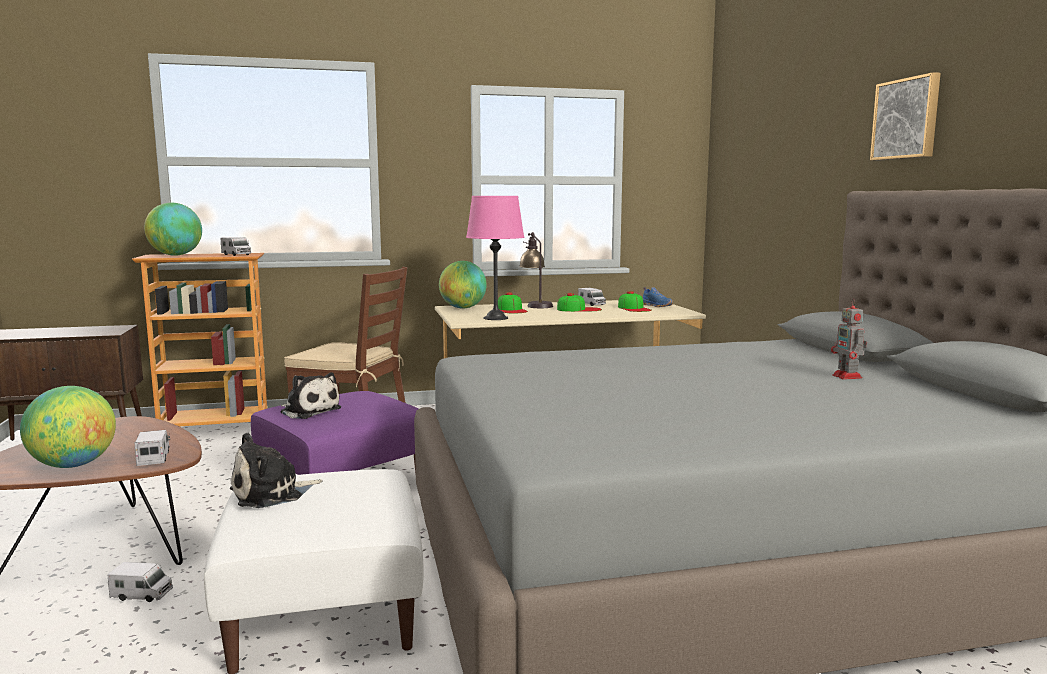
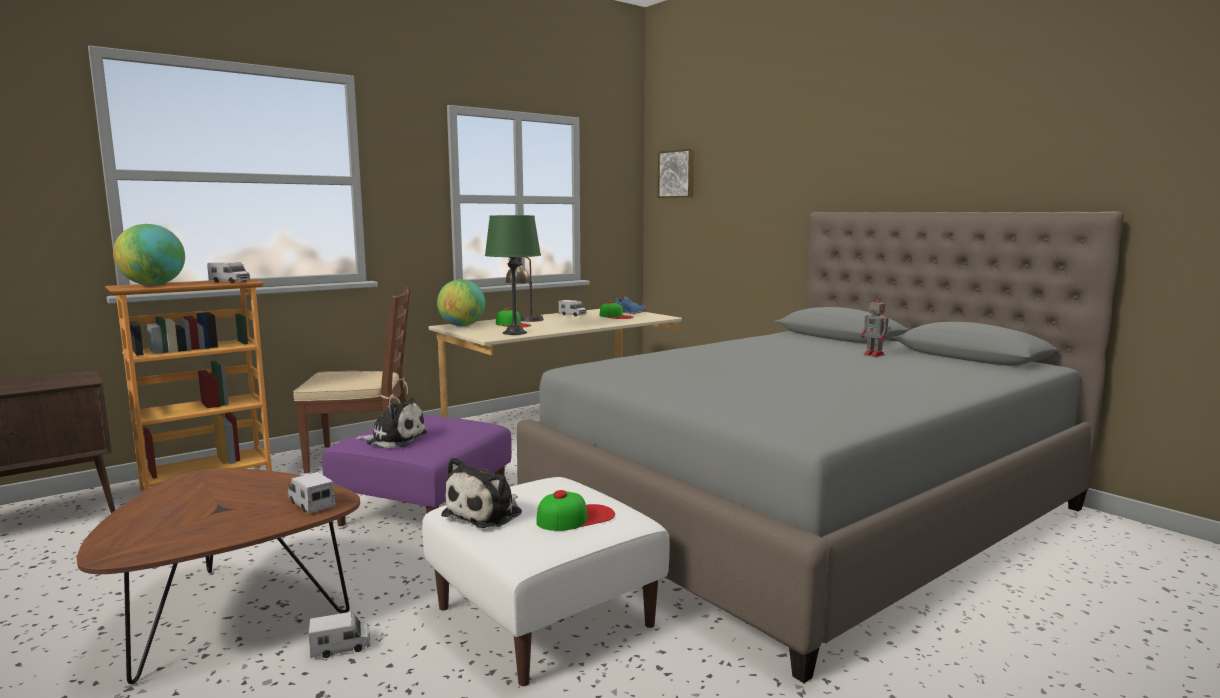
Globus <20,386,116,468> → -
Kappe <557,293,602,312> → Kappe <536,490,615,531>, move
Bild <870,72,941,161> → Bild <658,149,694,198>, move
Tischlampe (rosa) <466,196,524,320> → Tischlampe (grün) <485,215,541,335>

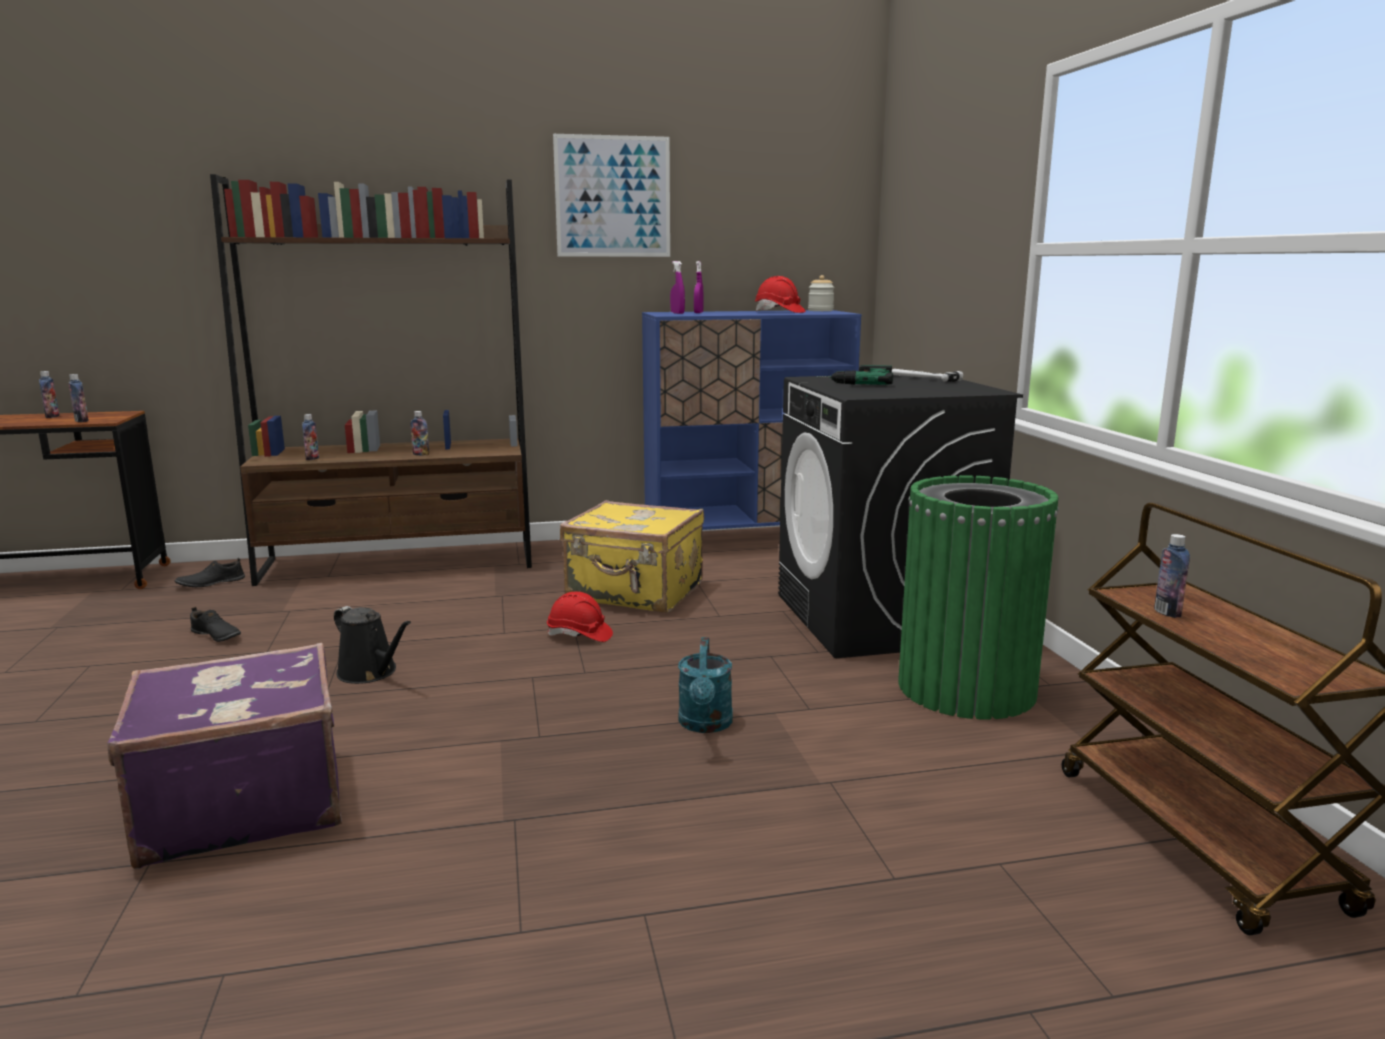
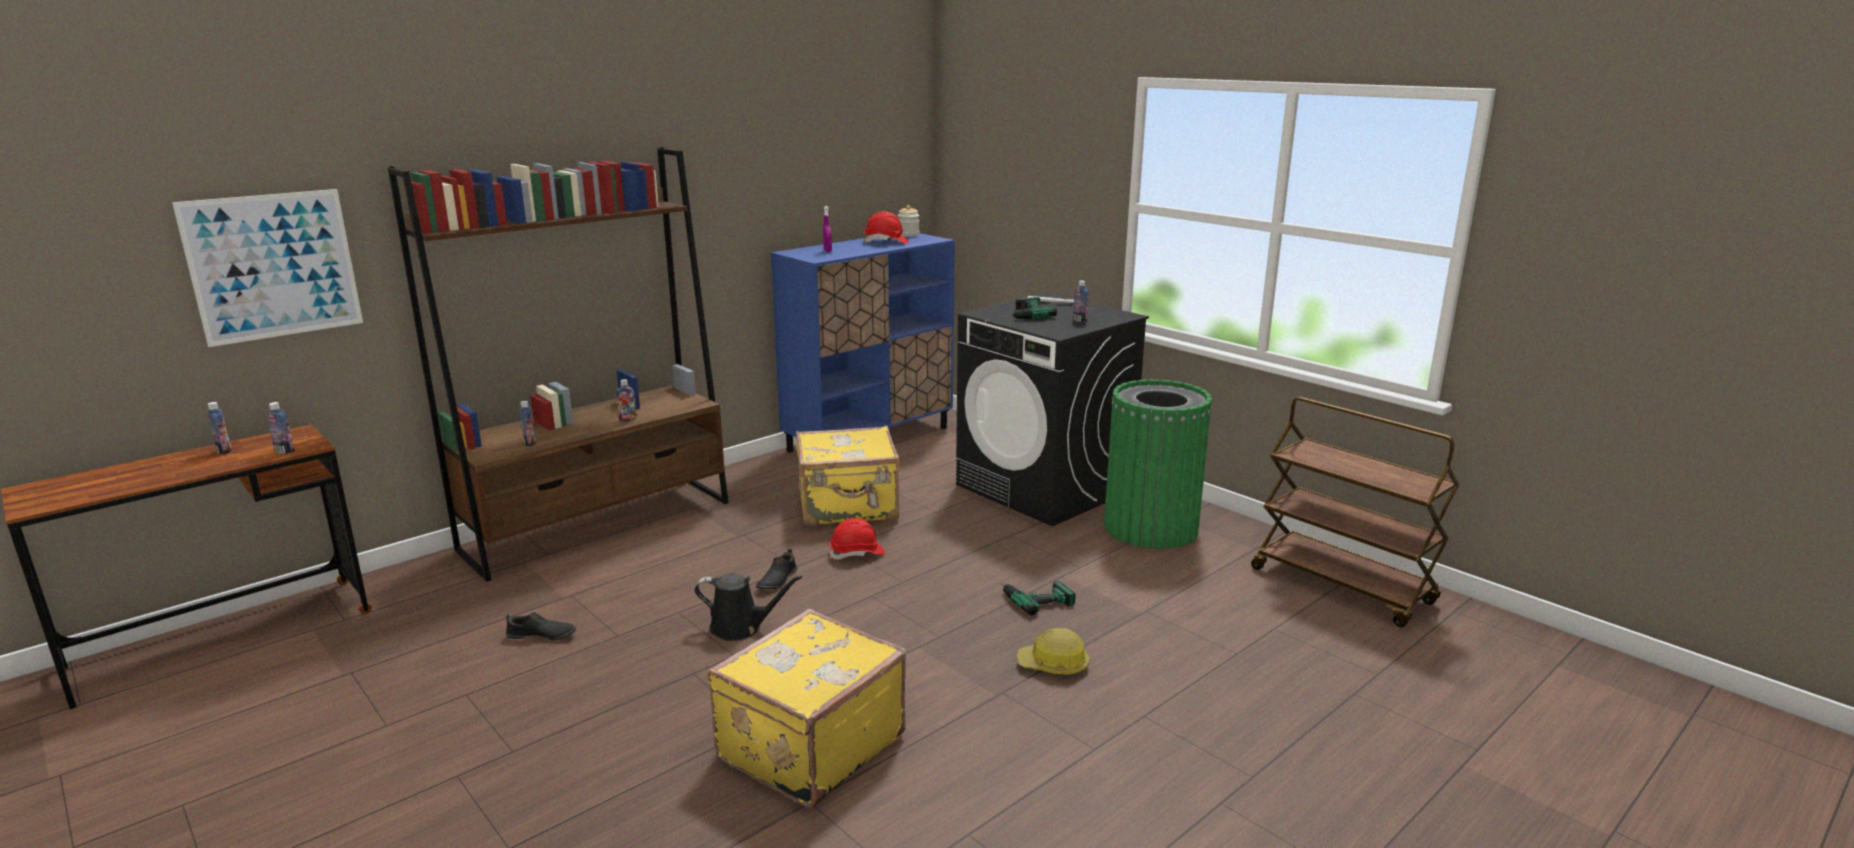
Sprühflasche (lila) <670,261,685,314> → -
- → Schutzhelm <1017,628,1089,675>
Schuh (schwarz) <175,558,245,587> → Schuh (schwarz) <756,549,797,589>, move
Bild <553,134,670,257> → Bild <172,189,363,347>, move
Flasche <1154,534,1190,618> → Flasche <1073,280,1089,322>, move
Gießkanne (türkis) <678,637,733,733> → Bohrmaschine <998,581,1075,615>
Koffer (lila) <108,643,342,869> → Koffer (gelb) <707,609,907,808>

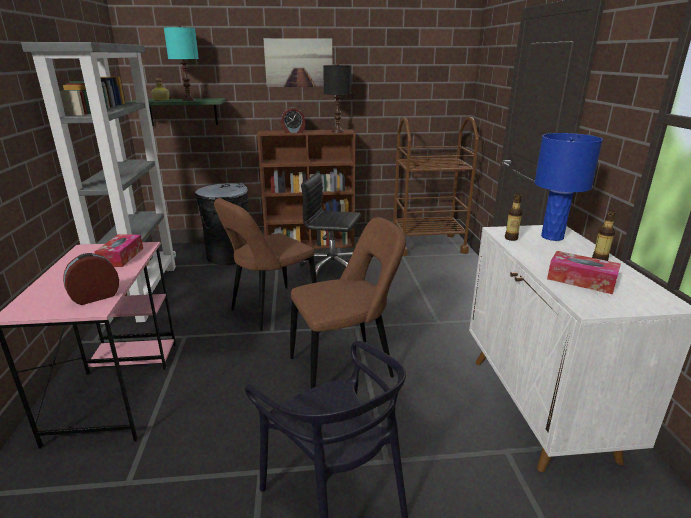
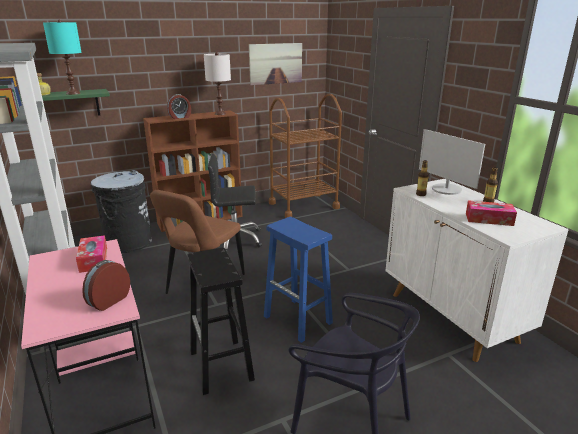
- → Hocker (schwarz) <187,247,255,395>
Bild <263,38,333,87> → Bild <249,43,302,85>, move
Stuhl (braun) <290,217,406,389> → Hocker (blau) <264,217,333,343>
Tischlampe (blau) <534,133,603,241> → Monitor <419,129,485,195>
Tischlampe (schwarz) <323,63,351,133> → Tischlampe (weiß) <204,52,231,115>

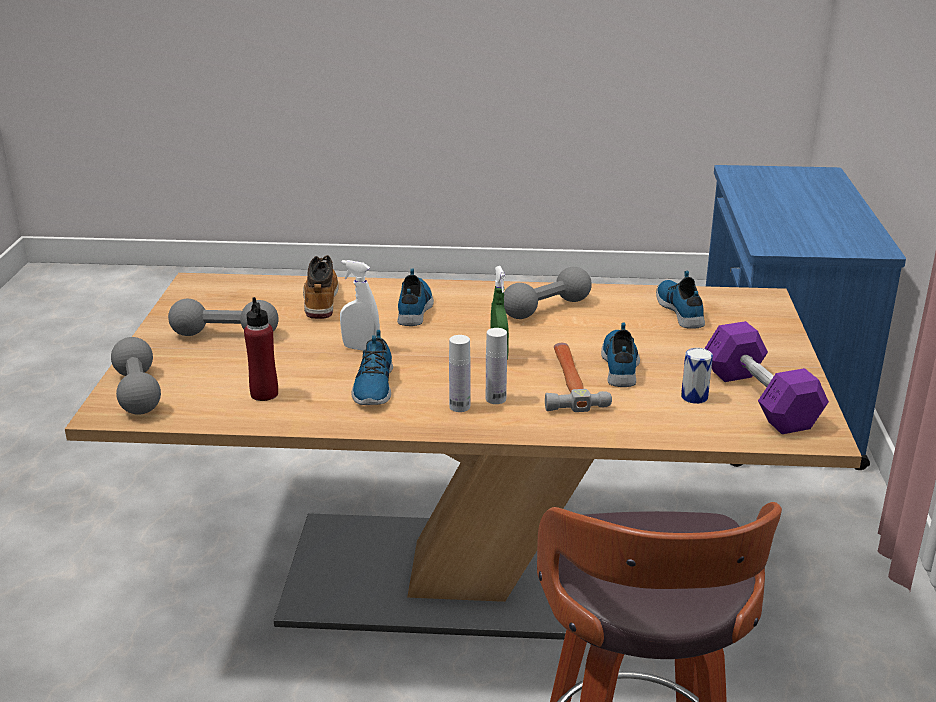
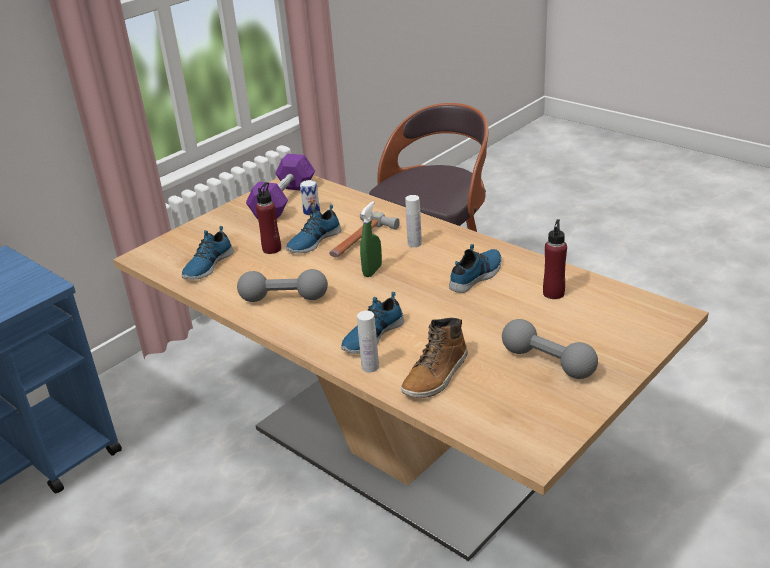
Hantel (grau) <111,337,161,415> → -
Sprühflasche (weiß) <340,260,380,351> → -
- → Flasche (rot) <256,182,281,254>
Flasche (weiß) <449,335,471,412> → Flasche (weiß) <357,311,379,373>, move

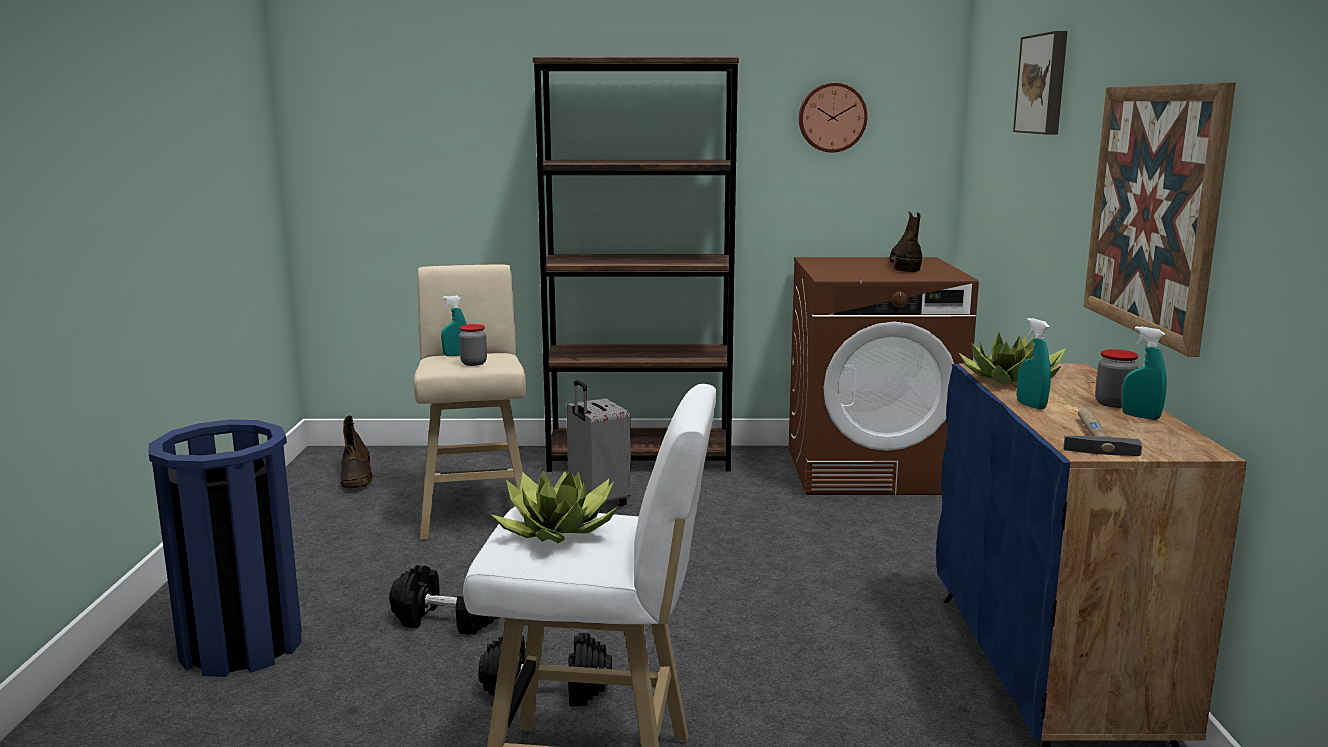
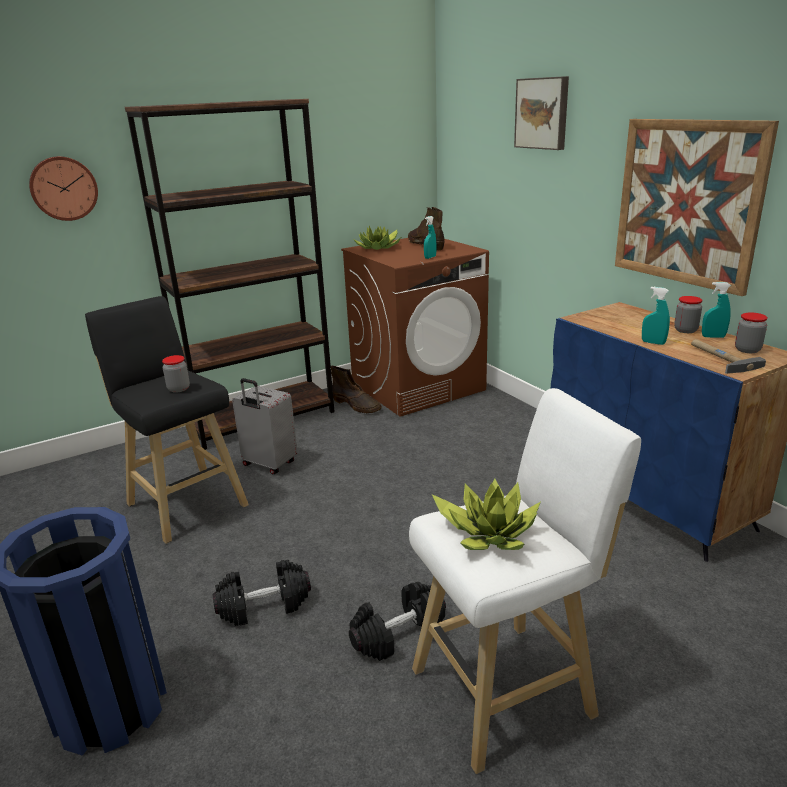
- → Vorratsglas <735,313,768,353>
Stiefel (braun) <341,415,373,488> → Stiefel (braun) <331,366,382,413>, move
Sprühflasche (türkis) <441,296,467,356> → Sprühflasche (türkis) <424,216,436,259>, move
Wanduhr <799,83,868,153> → Wanduhr <29,156,98,221>, move
Topfpflanze <958,332,1066,384> → Topfpflanze <353,225,401,250>, move
Hocker (beige) <414,264,526,540> → Hocker (schwarz) <85,296,249,544>

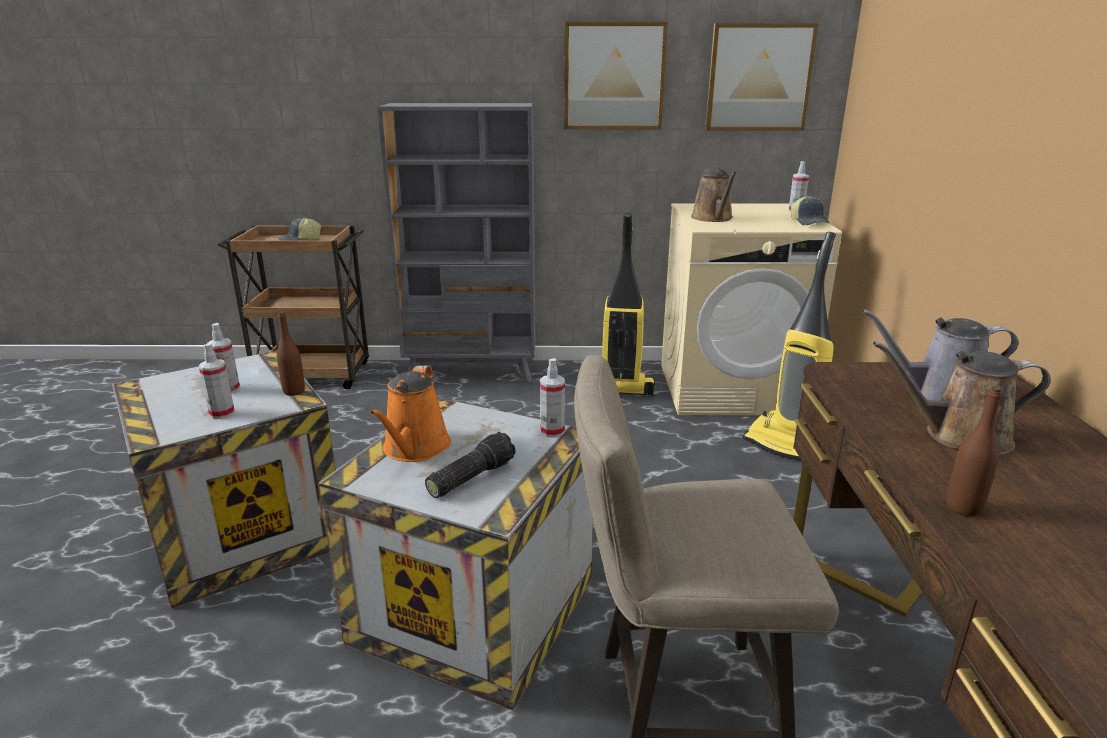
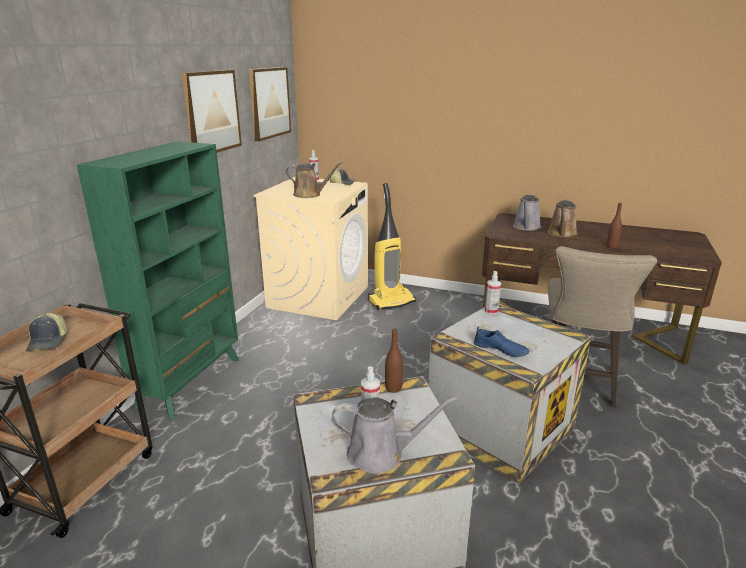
Sprühflasche <199,344,235,419> → -
Taschenlampe <425,432,516,498> → -
Staubsauger <602,213,655,397> → -
- → Gießkanne (grau) <331,396,458,474>
Gießkanne (orange) <370,365,451,462> → Schuh (blau) <474,326,530,357>
Bücherregal (grau) <377,103,536,383> → Bücherregal (grün) <77,142,239,419>

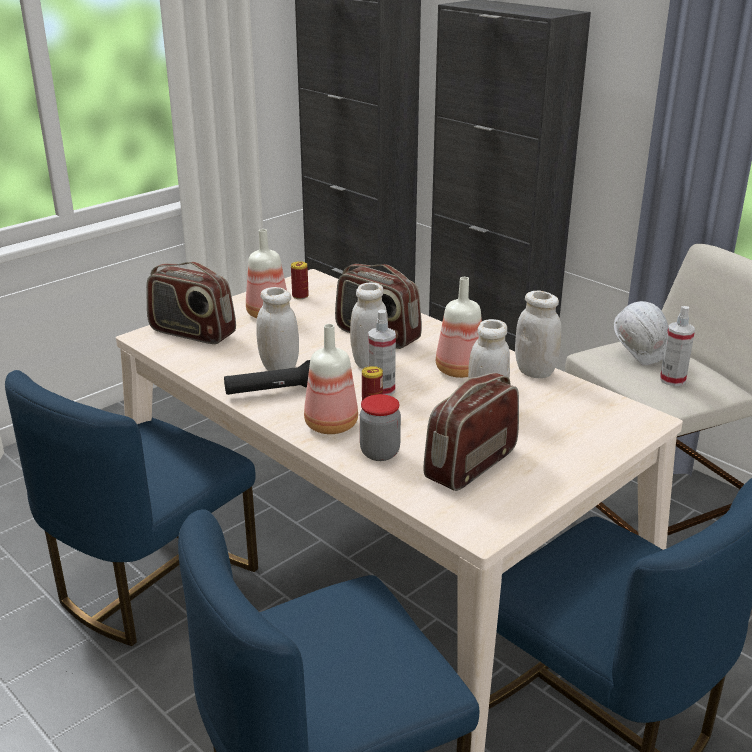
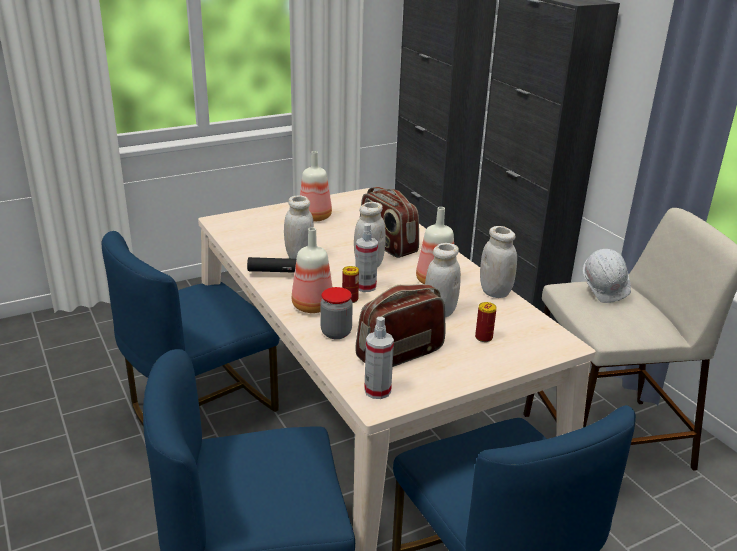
Radio <146,262,236,344> → -
Dose <291,261,309,299> → Dose <475,302,497,342>, move
Sprühflasche <660,306,695,386> → Sprühflasche <364,317,394,399>, move

